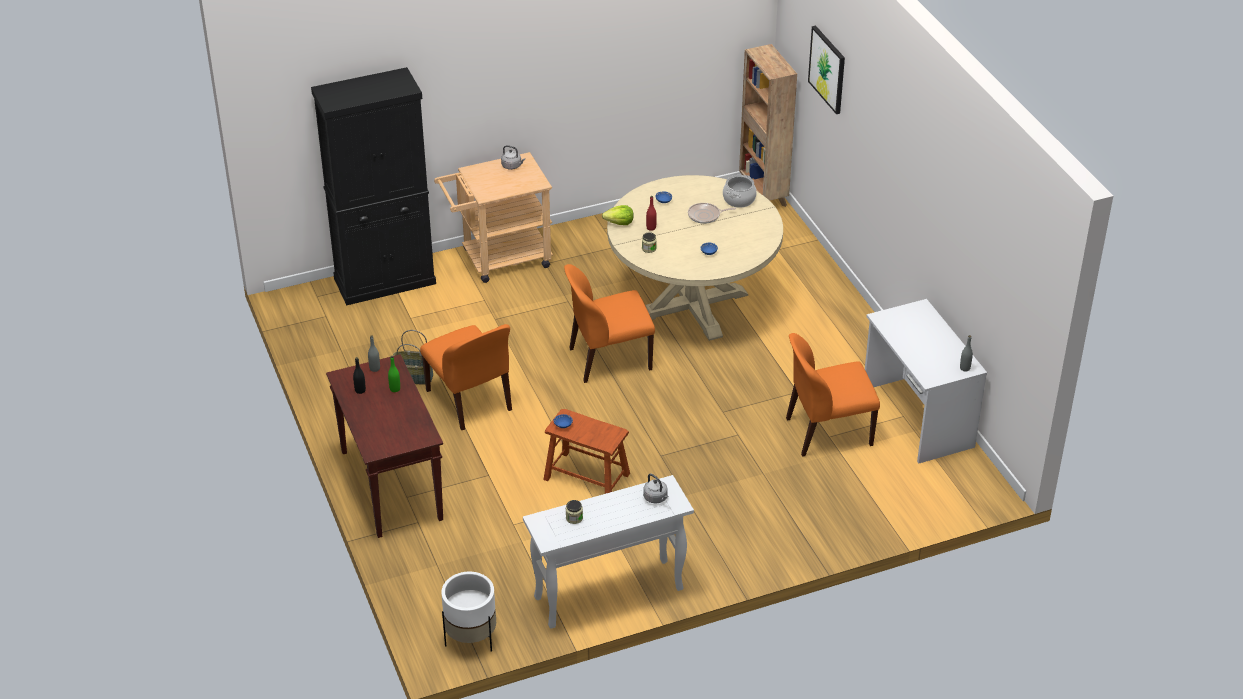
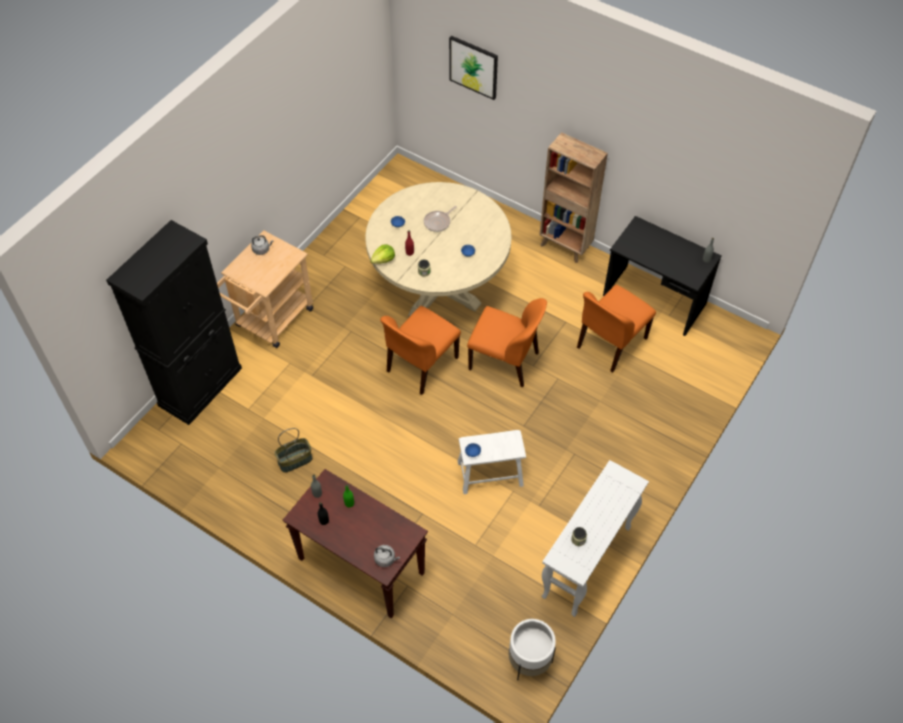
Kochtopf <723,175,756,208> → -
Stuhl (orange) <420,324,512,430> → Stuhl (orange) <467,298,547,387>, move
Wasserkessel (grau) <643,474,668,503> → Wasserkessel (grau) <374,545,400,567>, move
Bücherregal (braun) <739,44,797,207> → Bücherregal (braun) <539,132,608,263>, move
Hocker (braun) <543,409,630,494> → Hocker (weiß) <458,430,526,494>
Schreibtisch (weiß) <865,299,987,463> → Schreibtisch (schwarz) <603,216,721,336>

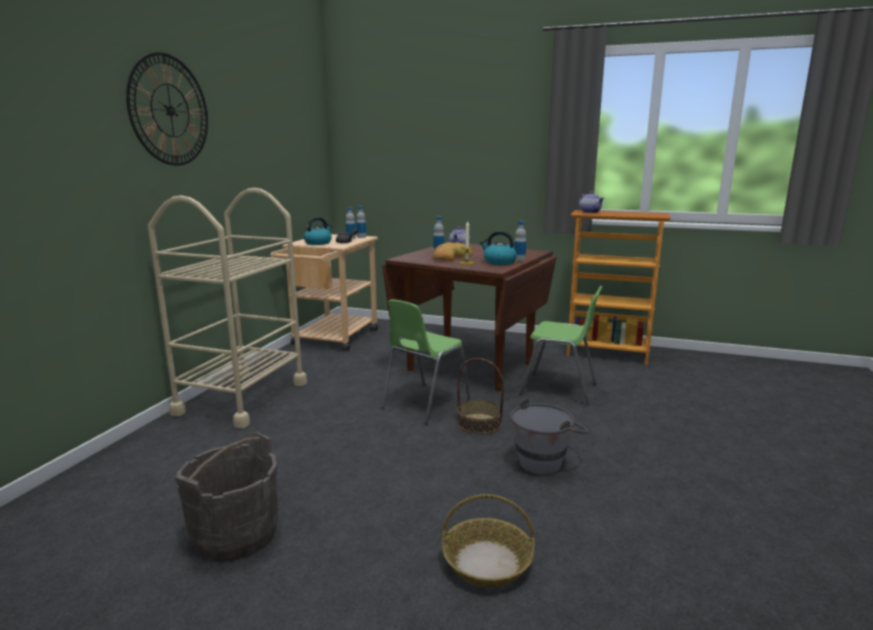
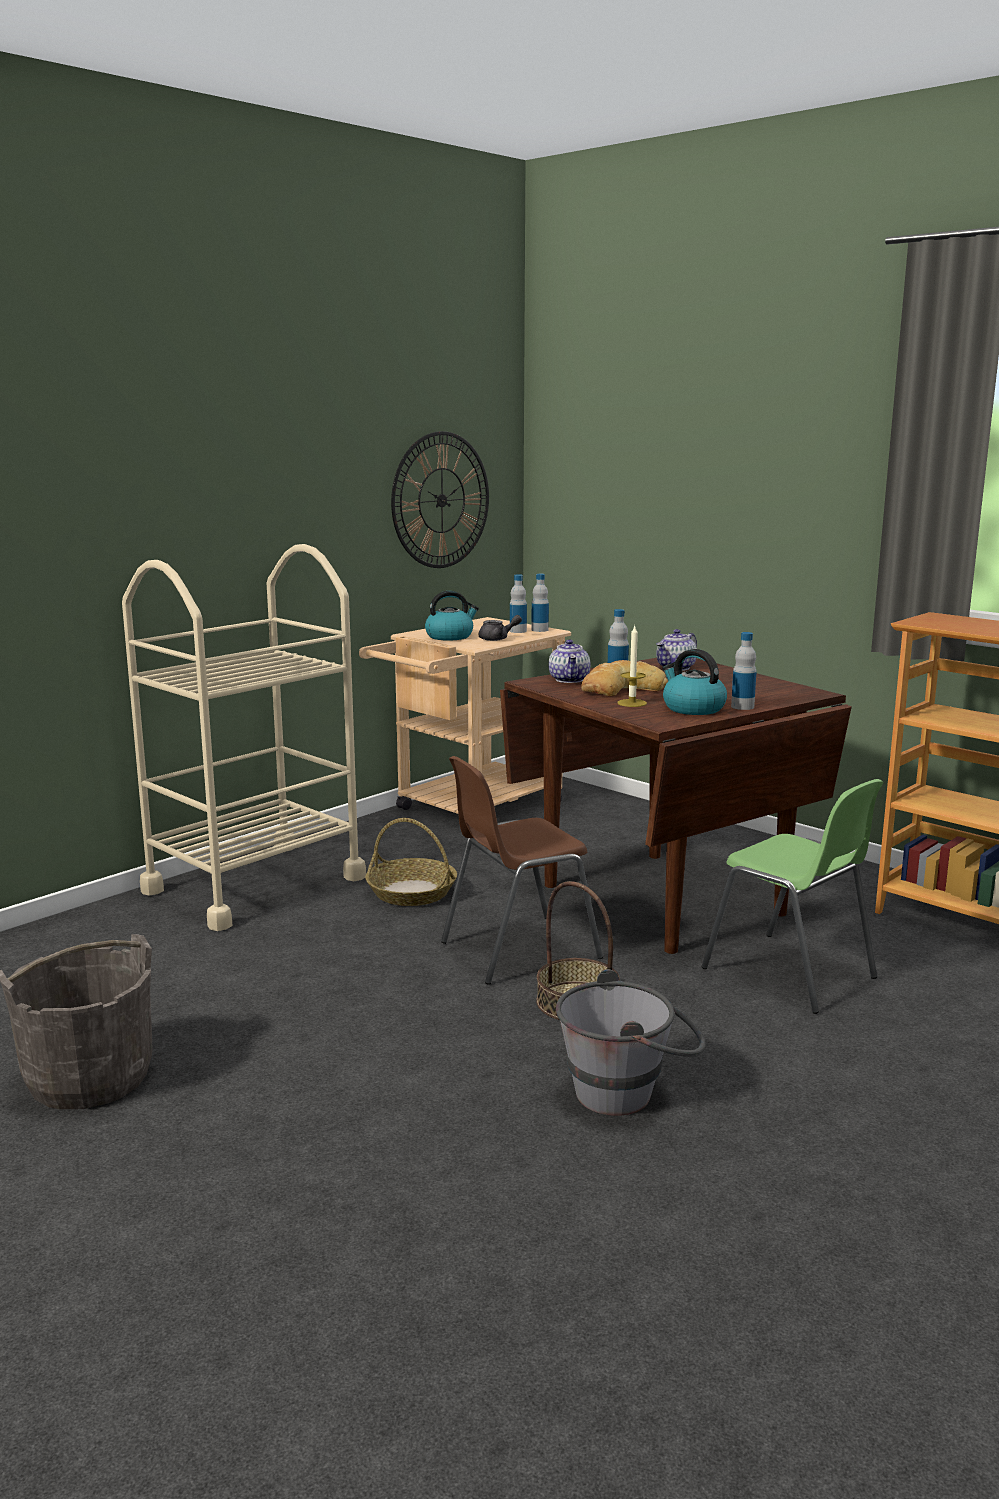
Wanduhr <126,52,208,166> → Wanduhr <391,431,489,568>, move
Korb <442,494,535,588> → Korb <365,818,457,906>, move
Teekanne <579,191,604,213> → Teekanne <549,639,590,683>, move
Stuhl (grün) <381,300,471,424> → Stuhl (braun) <441,756,603,985>

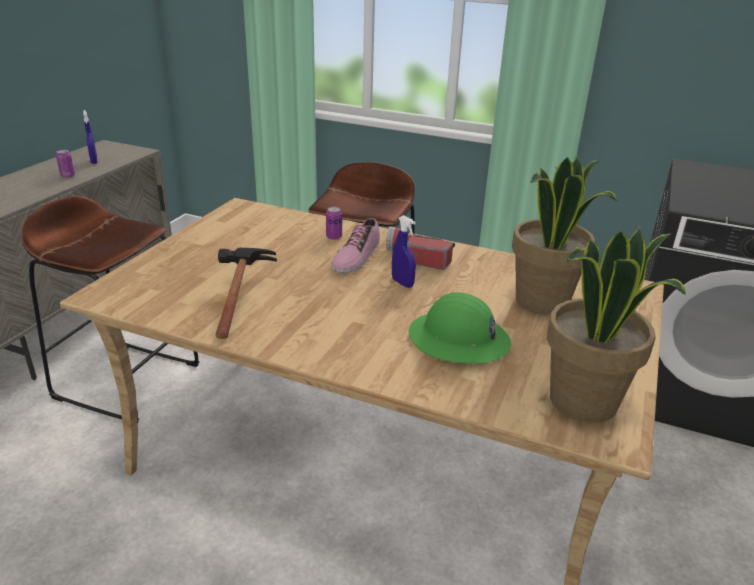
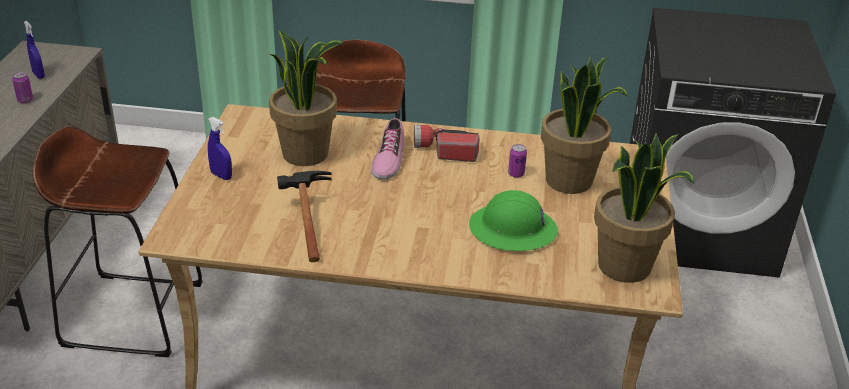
- → Topfpflanze <269,30,343,166>
Dose <326,207,342,240> → Dose <508,144,527,178>, move
Sprühflasche (blau) <392,215,416,288> → Sprühflasche (blau) <208,117,232,180>, move

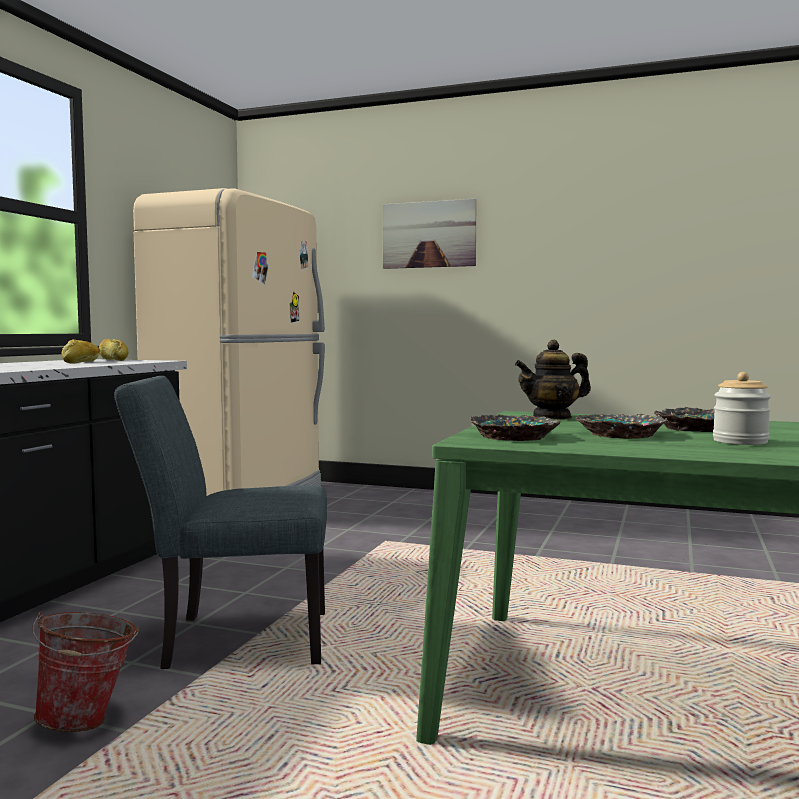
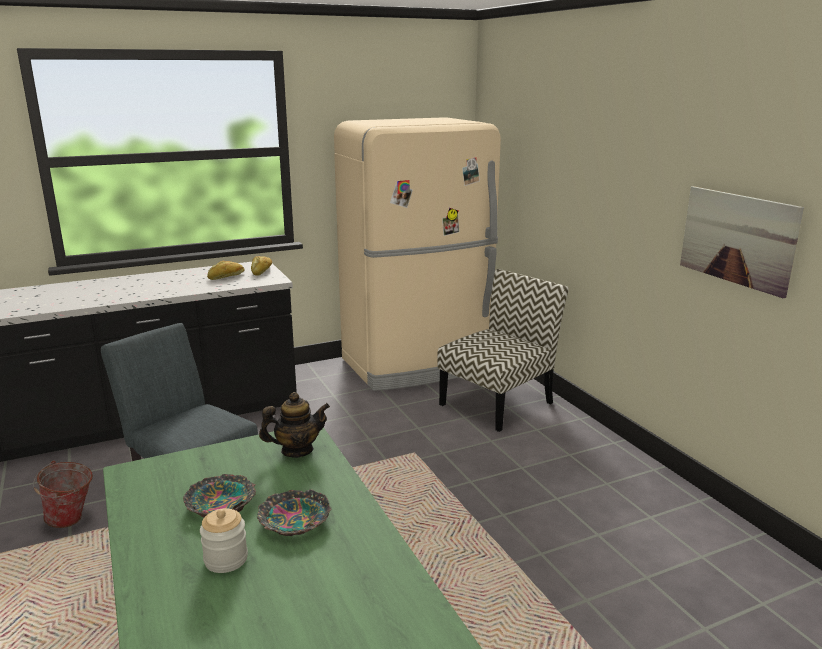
Schüssel <470,414,561,441> → -
- → Stuhl <437,269,569,432>
Bild <383,199,477,269> → Bild <680,186,804,298>, move
Teekanne <515,340,591,420> → Teekanne <259,392,330,458>, 135 degrees clockwise

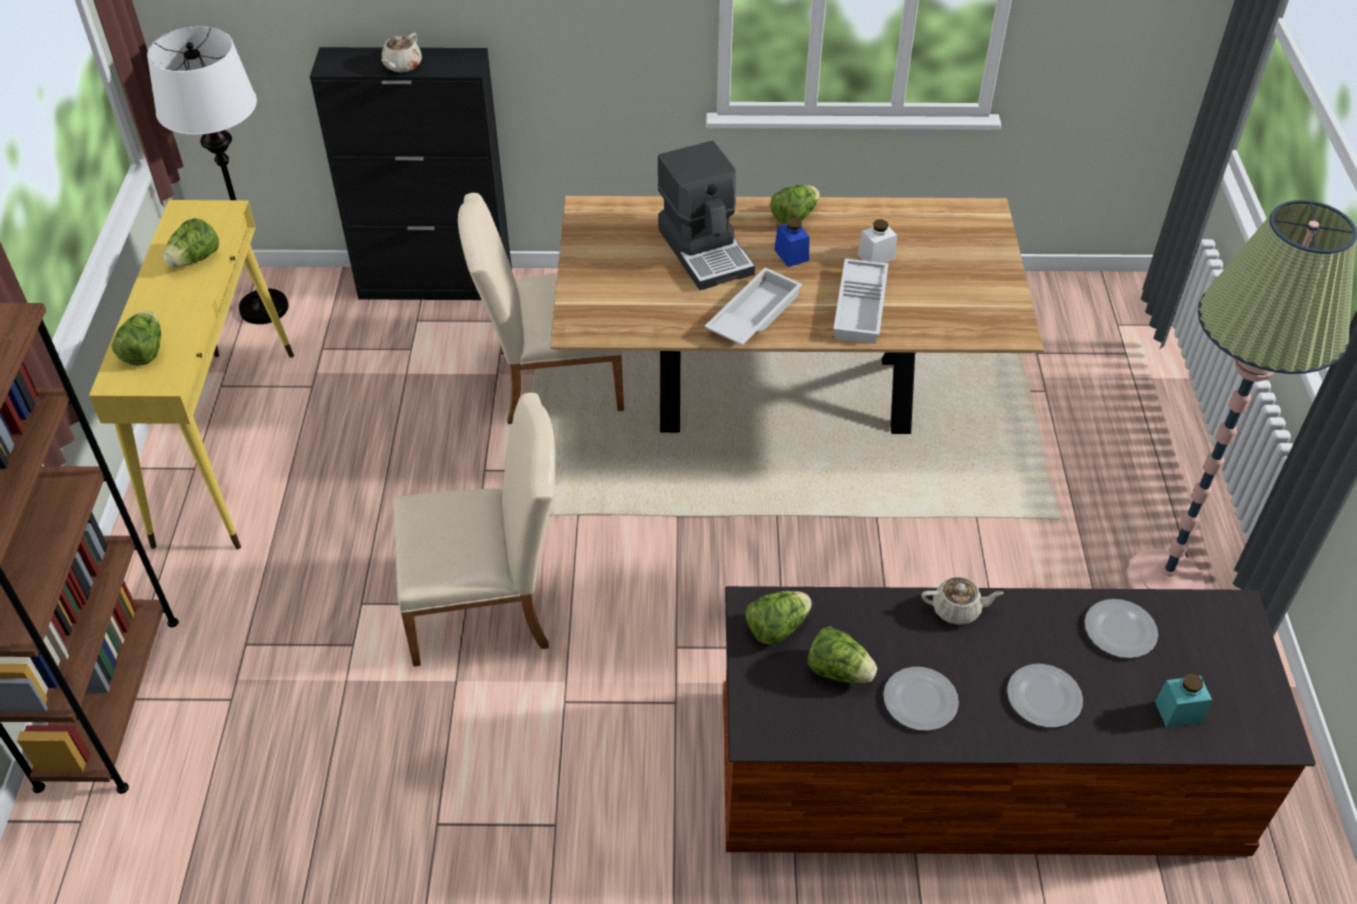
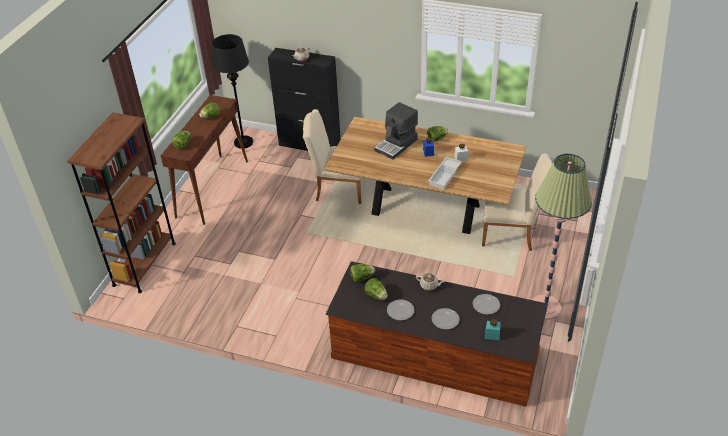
Tablett (weiß) <704,267,802,345> → -
Stuhl (beige) <394,393,555,667> → Stuhl (beige) <482,154,552,251>, move
Konsolentisch (gelb) <89,200,294,549> → Konsolentisch (braun) <161,95,248,225>
Stehlampe (weiß) <147,26,289,324> → Stehlampe (schwarz) <212,34,253,148>
Kaffeemaschine <657,141,755,290> → Kaffeemaschine <374,102,418,160>, 45 degrees clockwise

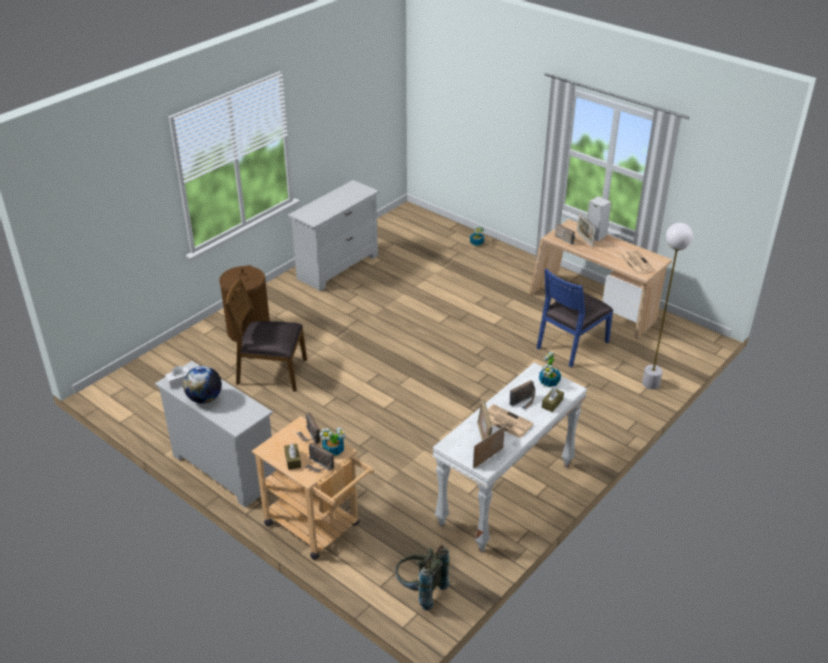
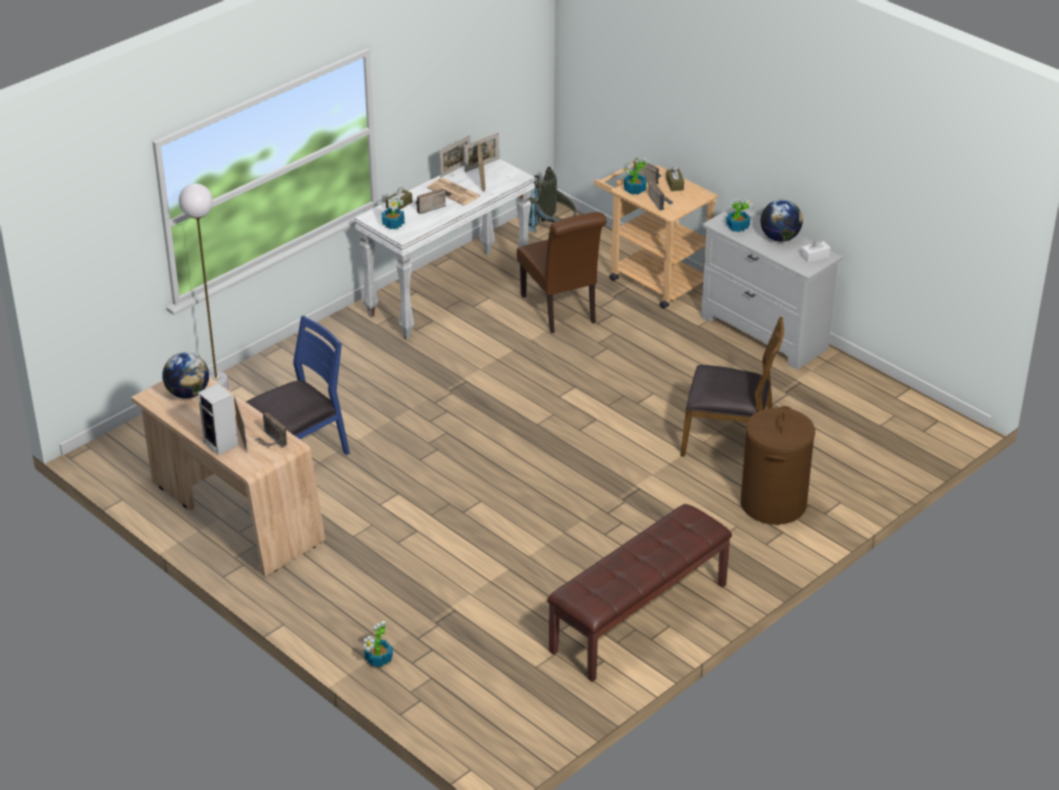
- → Bilderrahmen <439,135,470,178>
- → Stuhl (braun) <517,212,607,334>
- → Topfpflanze <726,198,754,232>
Kommode (weiß) <288,180,379,291> → Bank (braun) <547,504,732,682>
Zeitung <620,250,655,274> → Globus <162,352,209,399>

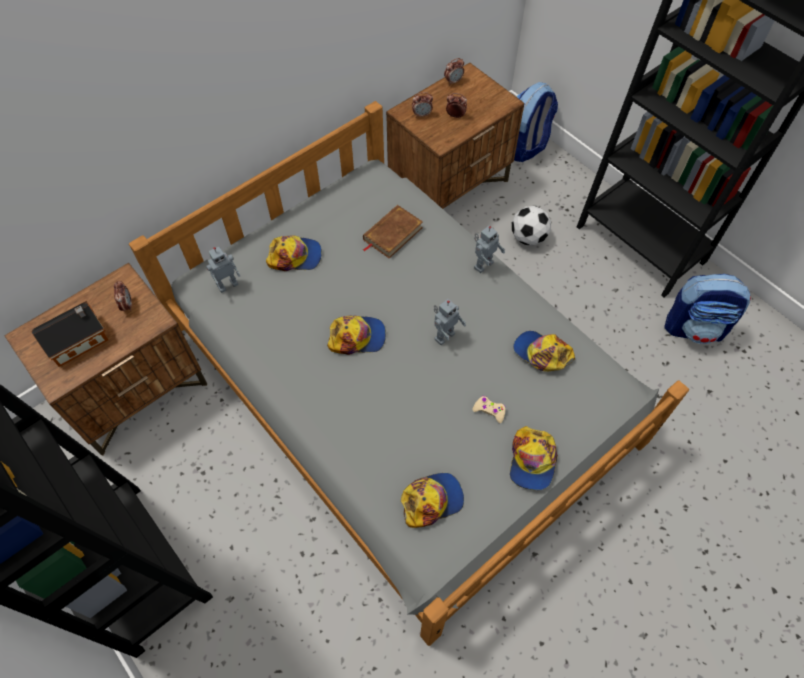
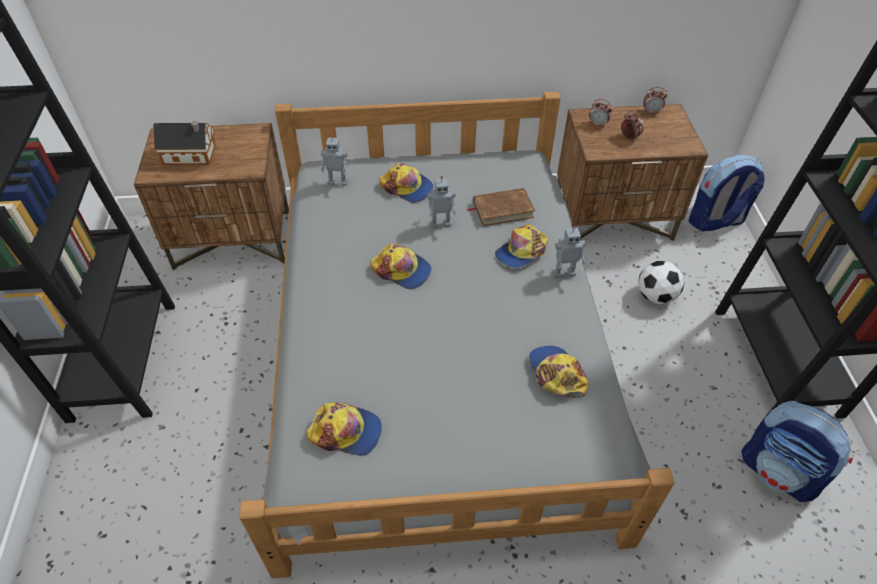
Wecker <114,280,132,311> → -
Gamepad (beige) <472,396,505,423> → -
Spielzeugroboter <434,299,466,345> → Spielzeugroboter <427,176,456,228>, move
Kappe <510,426,558,490> → Kappe <495,224,548,268>, move

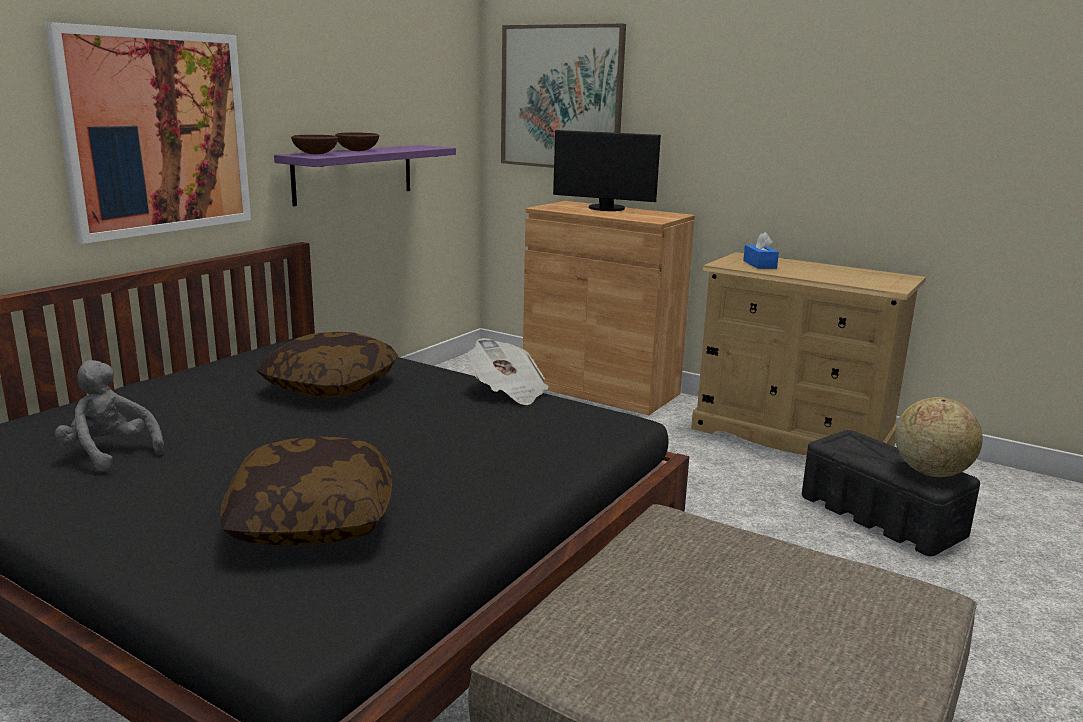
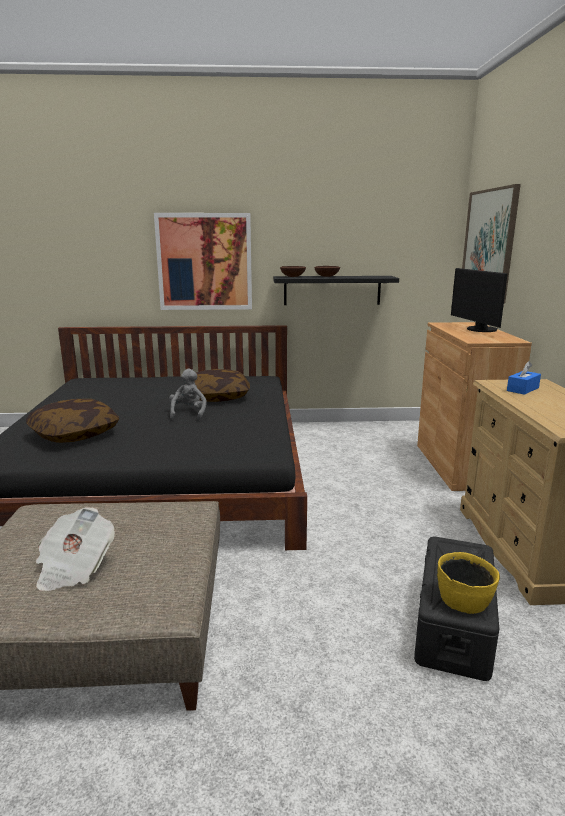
Plüschtier (grau) <55,360,164,472> → Plüschtier (grau) <169,369,207,420>, move
Zeitung <468,338,549,405> → Zeitung <36,507,115,591>, move
Globus <895,397,983,477> → Schüssel (gelb) <437,552,500,614>
Wandregal (lila) <274,145,456,206> → Wandregal (schwarz) <273,276,399,305>

